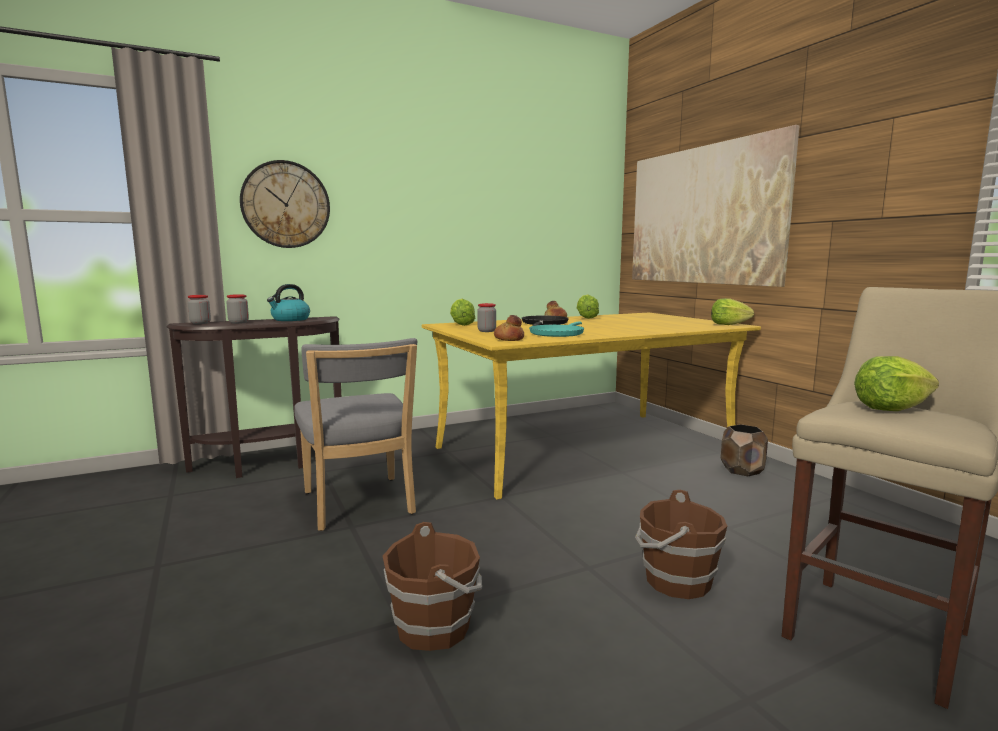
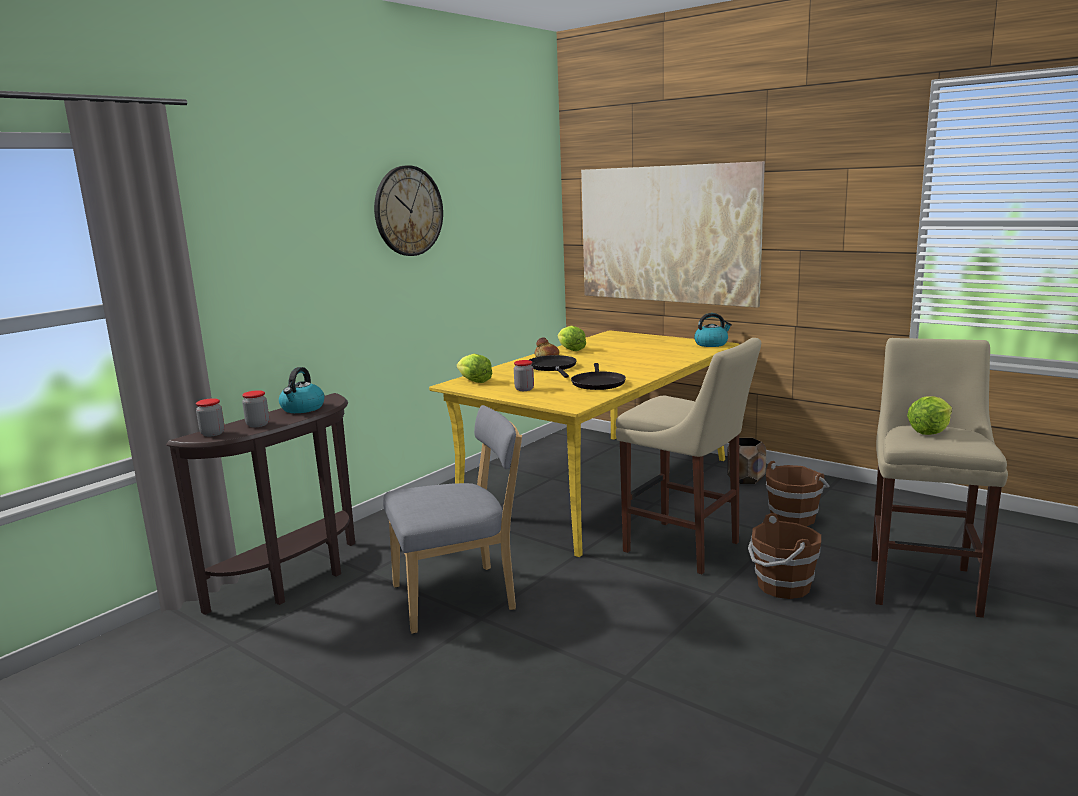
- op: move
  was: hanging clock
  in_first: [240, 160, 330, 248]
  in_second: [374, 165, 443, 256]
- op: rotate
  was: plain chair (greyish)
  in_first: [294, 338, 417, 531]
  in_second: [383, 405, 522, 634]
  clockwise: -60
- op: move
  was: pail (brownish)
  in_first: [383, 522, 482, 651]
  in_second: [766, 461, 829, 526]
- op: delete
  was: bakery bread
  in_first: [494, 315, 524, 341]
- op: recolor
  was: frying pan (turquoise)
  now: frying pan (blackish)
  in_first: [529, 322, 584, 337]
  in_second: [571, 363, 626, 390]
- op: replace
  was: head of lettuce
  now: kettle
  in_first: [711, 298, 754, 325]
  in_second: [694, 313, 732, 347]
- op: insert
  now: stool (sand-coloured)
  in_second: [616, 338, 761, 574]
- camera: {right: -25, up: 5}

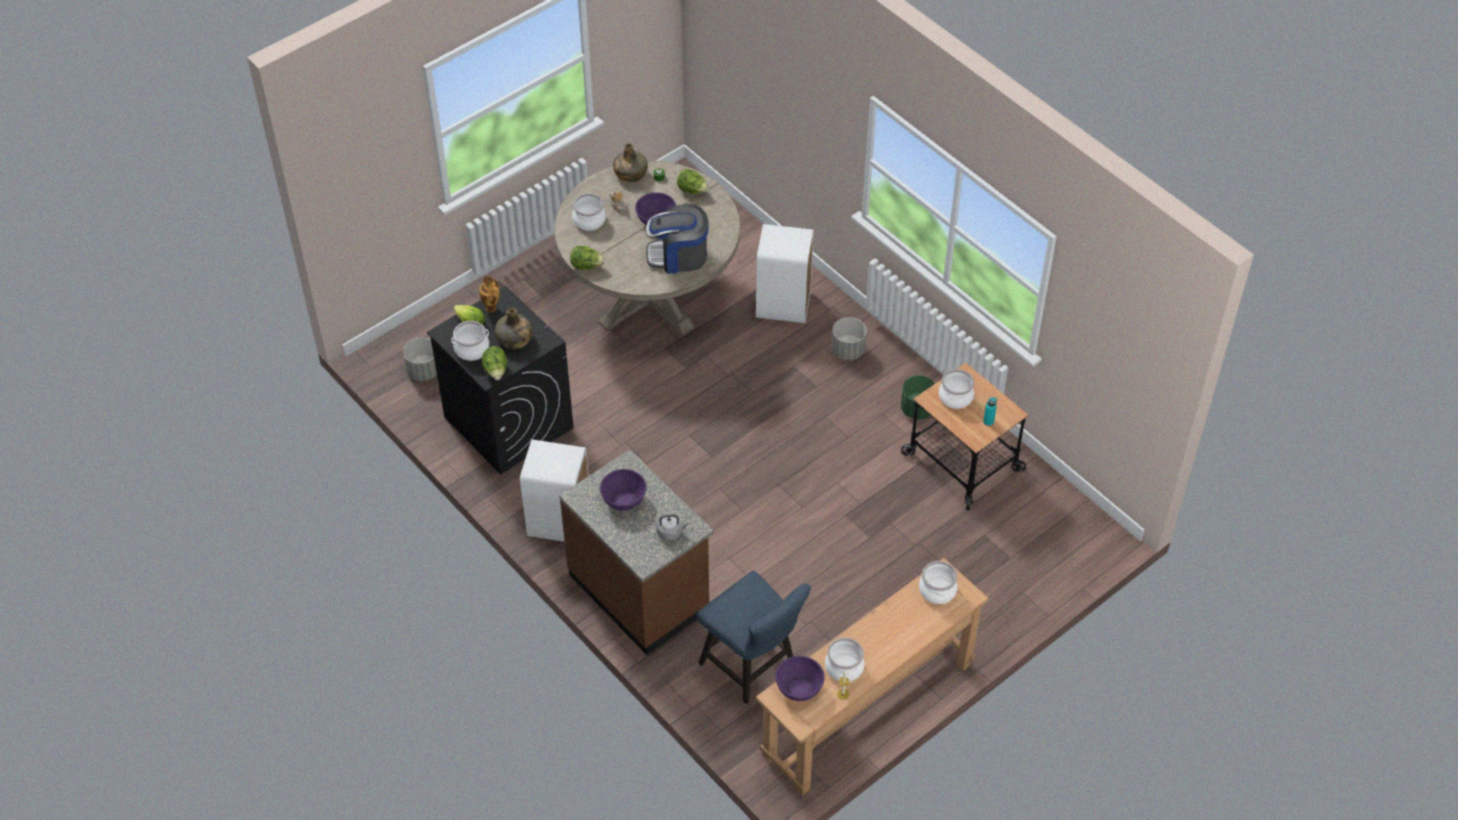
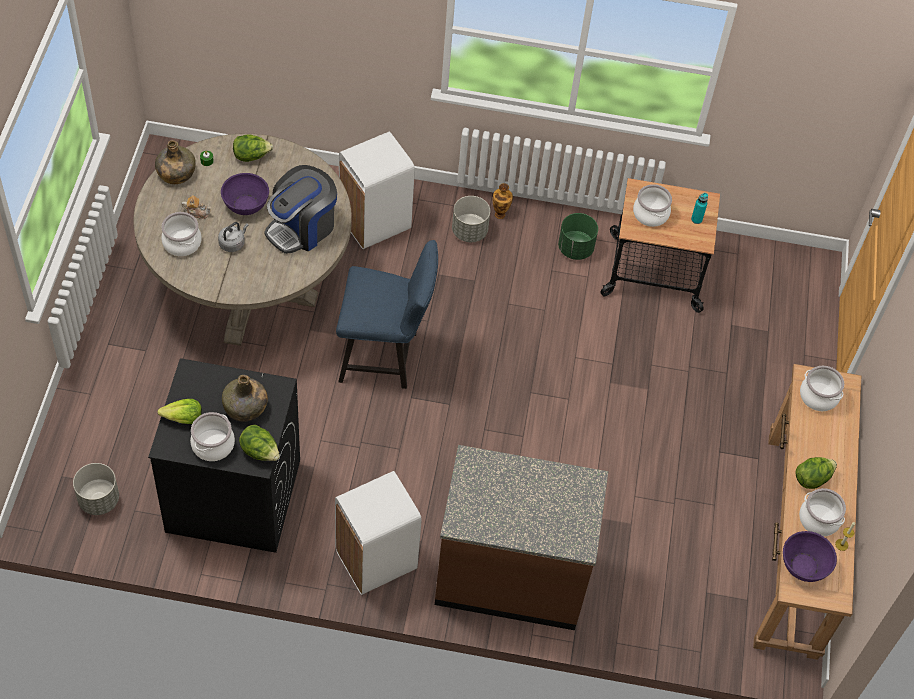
- op: move
  was: flower vase
  in_first: [479, 276, 500, 313]
  in_second: [493, 183, 513, 219]
- op: move
  was: head of lettuce
  in_first: [570, 246, 605, 270]
  in_second: [795, 457, 837, 489]
- op: delete
  was: serving bowl (purple-coloured)
  in_first: [600, 469, 647, 511]
- op: move
  was: kettle (greyish)
  in_first: [657, 515, 689, 541]
  in_second: [218, 222, 248, 252]
- op: move
  was: plain chair (blue-coloured)
  in_first: [696, 571, 811, 704]
  in_second: [336, 240, 438, 389]
- camera: {right: -45, up: 5}

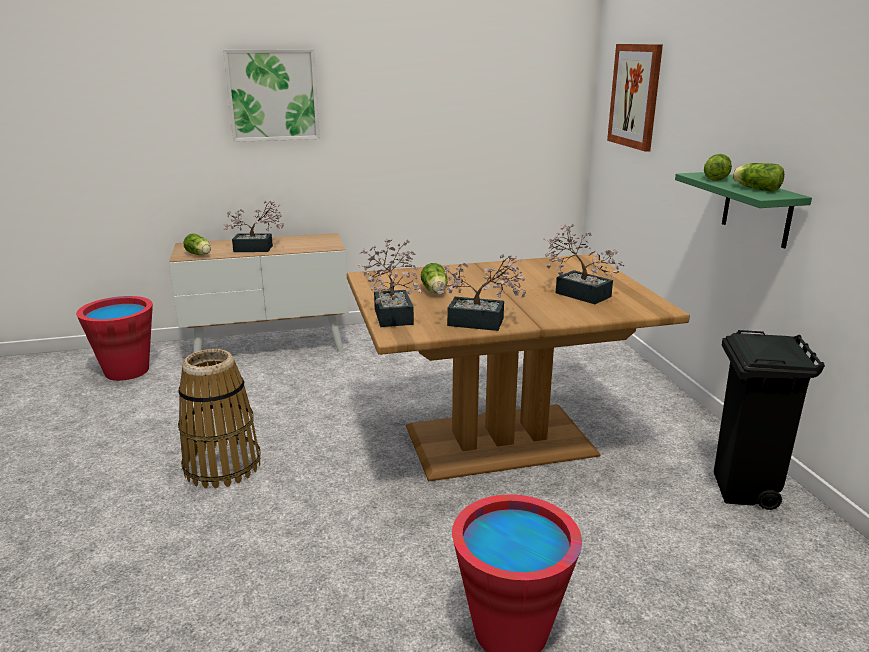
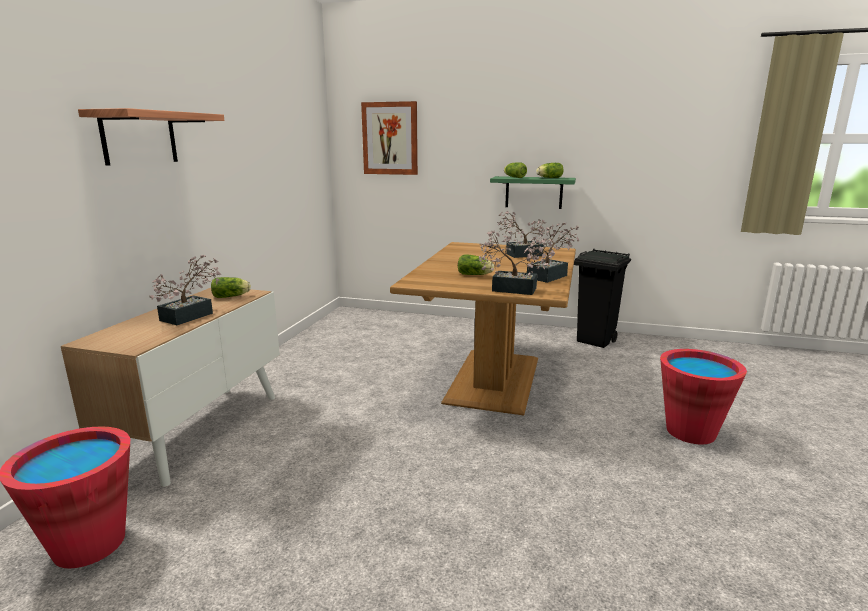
- op: delete
  was: basket
  in_first: [178, 349, 261, 488]
- op: move
  was: head of lettuce
  in_first: [183, 233, 211, 255]
  in_second: [211, 277, 251, 298]
- op: replace
  was: wall picture
  now: bracket shelf
  in_first: [223, 49, 320, 142]
  in_second: [78, 108, 224, 166]
- camera: {right: -60, up: -5}

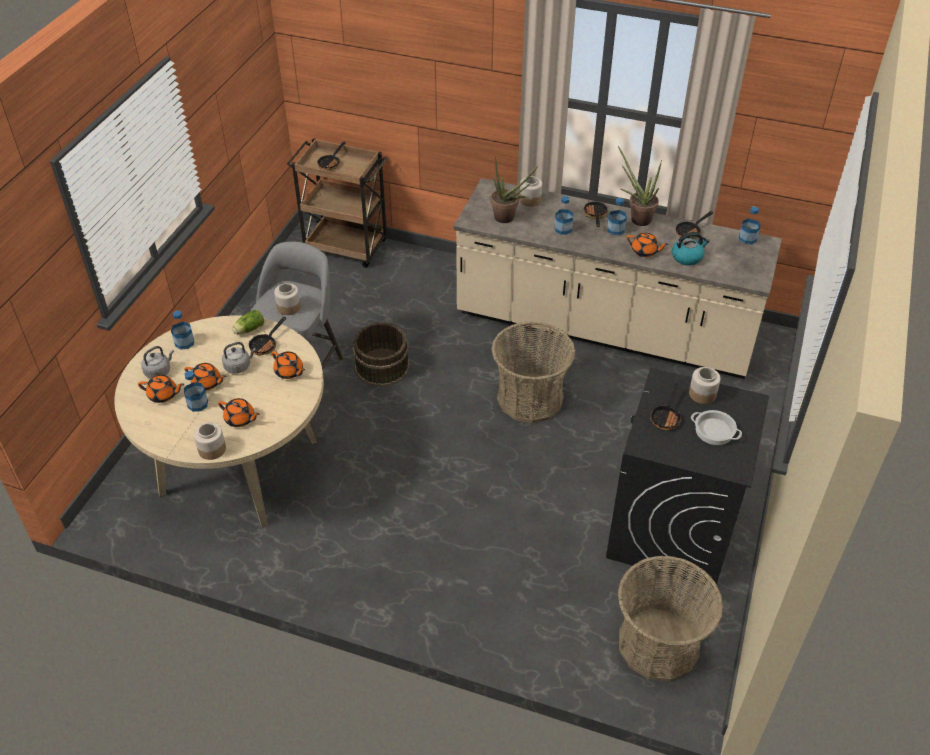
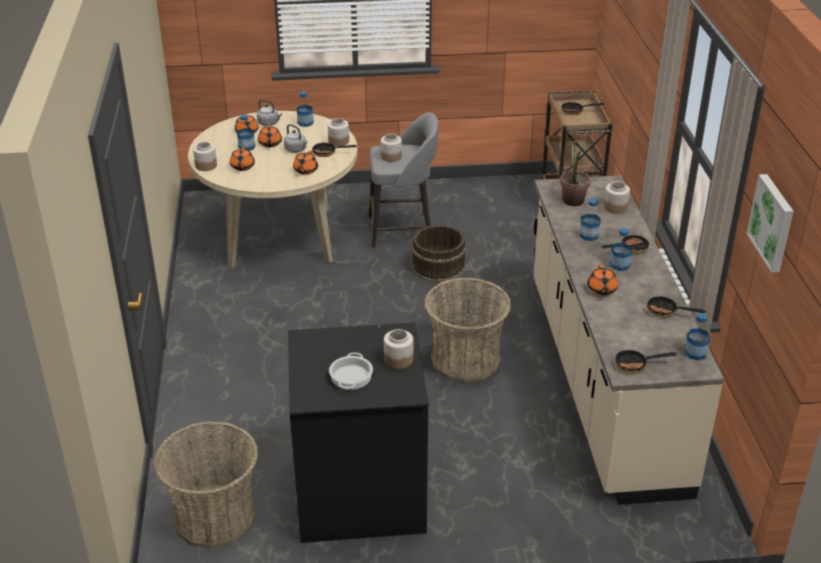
- op: replace
  was: head of lettuce
  now: preserve jar
  in_first: [232, 310, 264, 334]
  in_second: [328, 118, 349, 146]
- op: delete
  was: potted plant
  in_first: [618, 146, 662, 226]
- op: move
  was: frying pan
  in_first: [650, 383, 682, 431]
  in_second: [615, 350, 677, 373]
- op: delete
  was: kettle
  in_first: [672, 232, 710, 266]
- op: insert
  now: wall picture
  in_second: [747, 174, 794, 273]
- camera: {right: 65, up: -10}

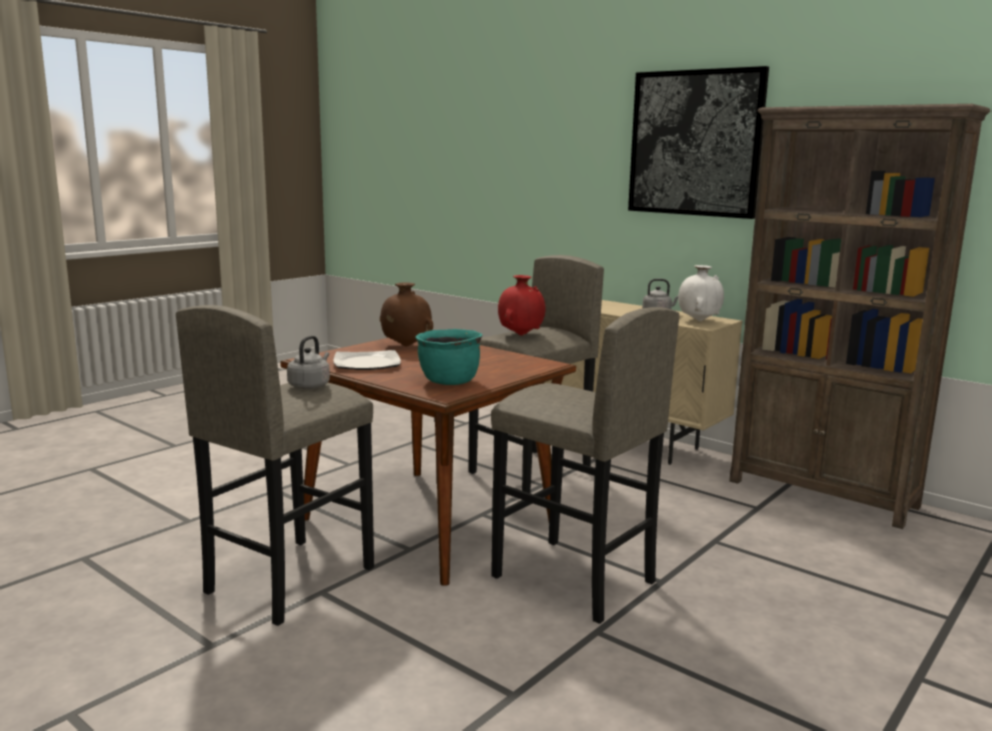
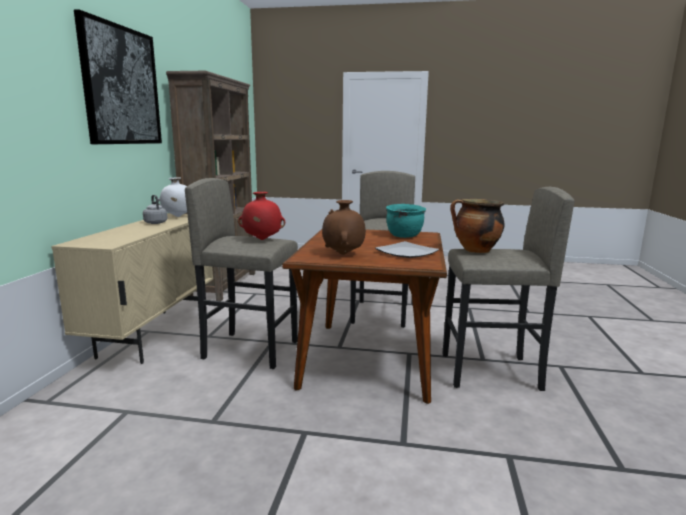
- op: replace
  was: kettle (greyish)
  now: cooking pot
  in_first: [287, 336, 330, 389]
  in_second: [450, 199, 505, 253]
- camera: {right: -120, up: 0}

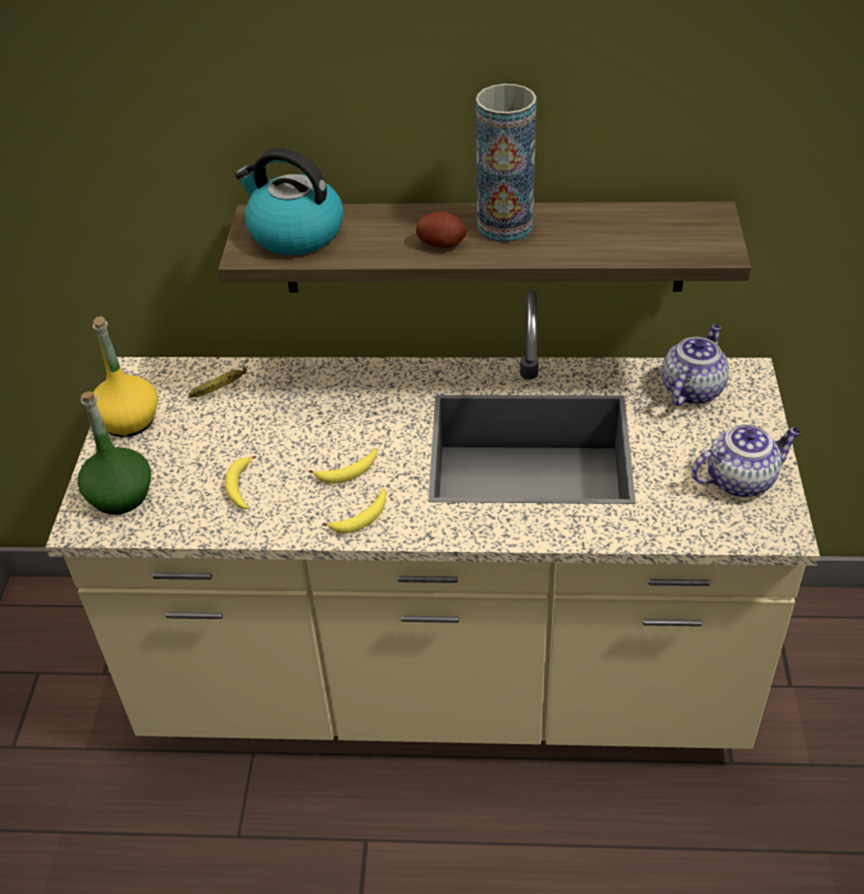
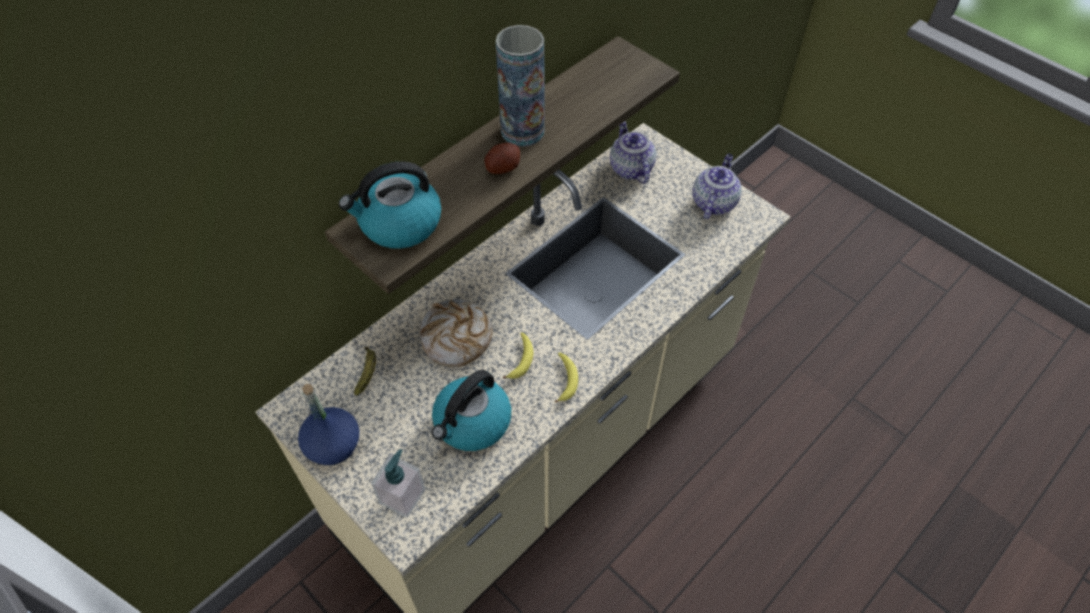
- op: replace
  was: bottle (greenish)
  now: soap dispenser
  in_first: [78, 391, 151, 515]
  in_second: [371, 449, 425, 518]
- op: recolor
  was: bottle (yellow)
  now: bottle (blue-coloured)
  in_first: [92, 316, 158, 437]
  in_second: [298, 384, 360, 465]
- op: replace
  was: whole banana
  now: kettle
  in_first: [225, 456, 256, 509]
  in_second: [432, 370, 511, 451]
- op: insert
  now: bakery bread
  in_second: [420, 299, 493, 367]
- camera: {right: -50, up: 10}

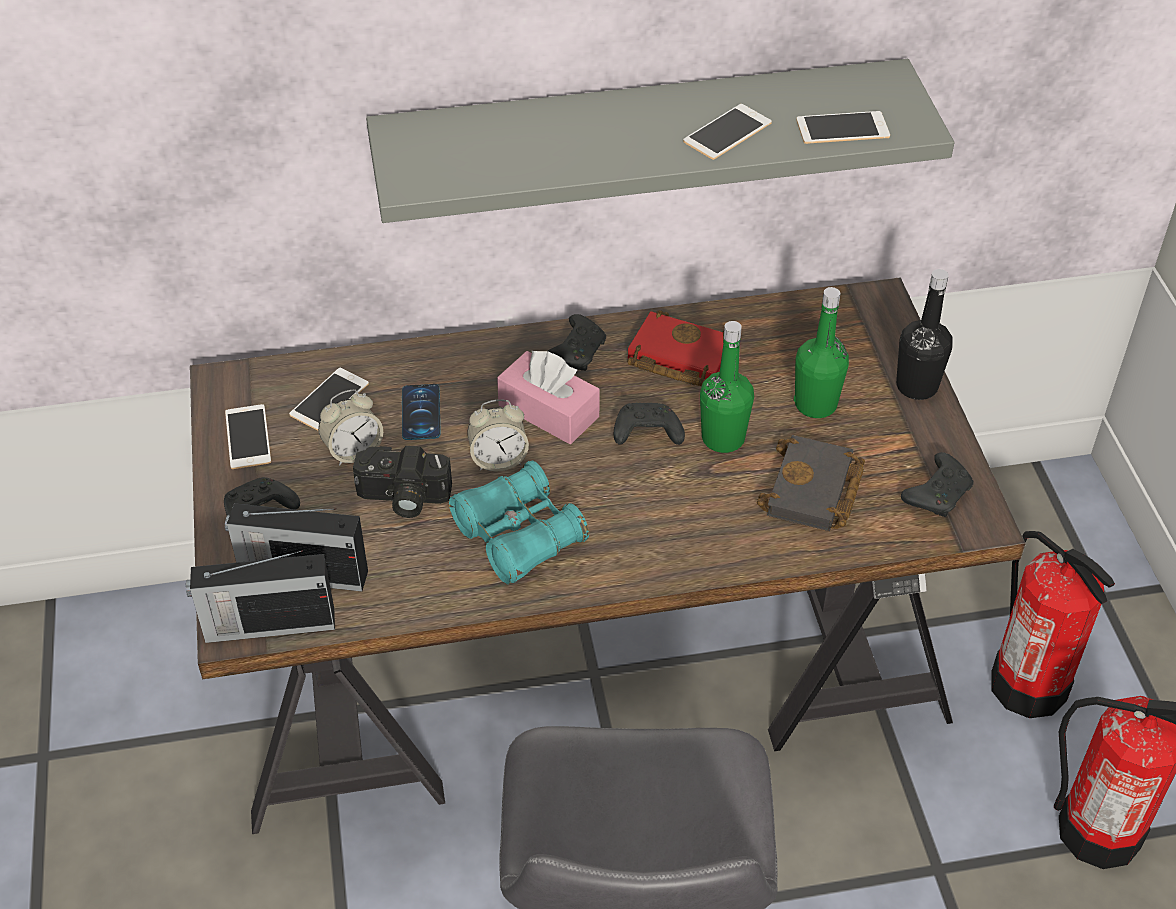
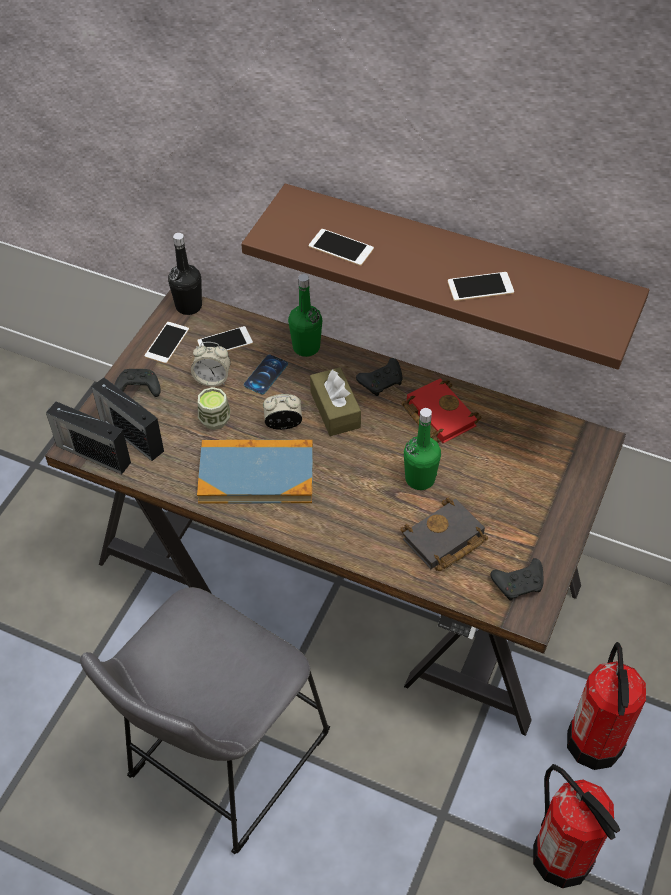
- op: replace
  was: still camera
  now: small cup
  in_first: [353, 446, 452, 518]
  in_second: [198, 387, 230, 430]
- op: recolor
  was: bracket shelf (greyish)
  now: bracket shelf (brownish)
  in_first: [366, 59, 954, 223]
  in_second: [241, 184, 649, 370]
- op: replace
  was: pair of binoculars (turquoise)
  now: bound book
  in_first: [449, 461, 589, 584]
  in_second: [197, 440, 313, 504]
- op: rotate
  was: table clock
  in_first: [467, 399, 529, 472]
  in_second: [263, 394, 302, 430]
  clockwise: 150
- op: recolor
  was: tissue box (pink)
  now: tissue box (brownish)
  in_first: [497, 350, 600, 444]
  in_second: [310, 367, 361, 436]
- op: delete
  was: game controller (blackish)
  in_first: [614, 403, 685, 445]
- op: move
  was: bottle (greenish)
  in_first: [794, 287, 849, 418]
  in_second: [288, 274, 322, 357]
- op: move
  was: handset
  in_first: [796, 111, 890, 144]
  in_second: [309, 229, 374, 266]
- op: move
  was: bottle (blackish)
  in_first: [896, 269, 953, 400]
  in_second: [168, 233, 202, 315]
- camera: {right: 35, up: 5}

